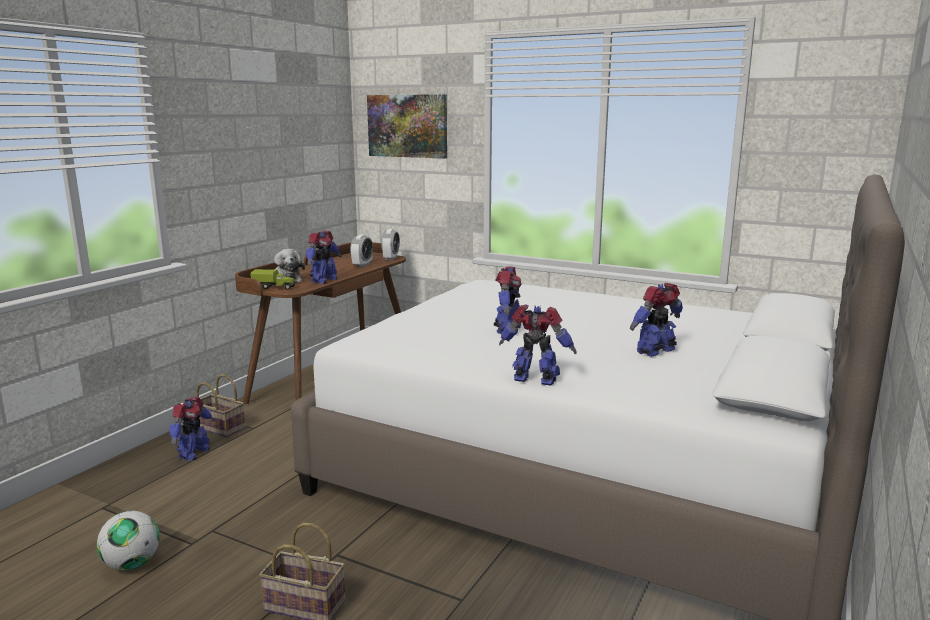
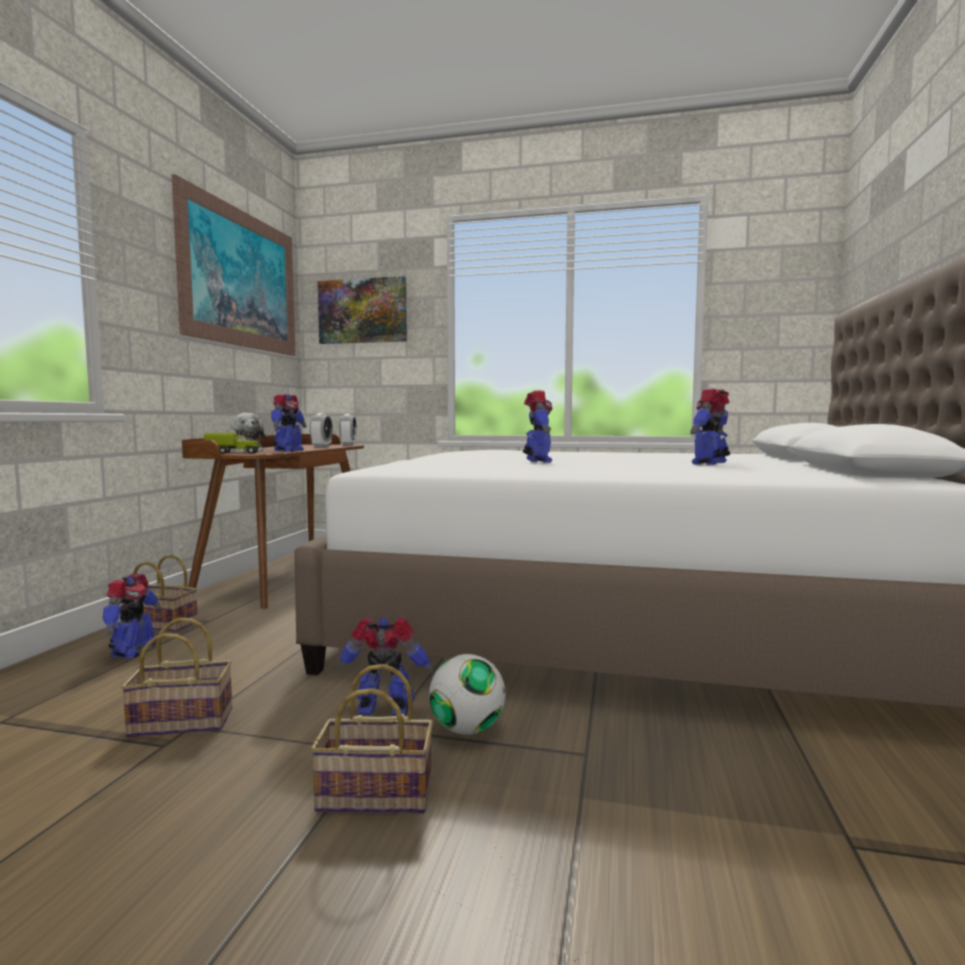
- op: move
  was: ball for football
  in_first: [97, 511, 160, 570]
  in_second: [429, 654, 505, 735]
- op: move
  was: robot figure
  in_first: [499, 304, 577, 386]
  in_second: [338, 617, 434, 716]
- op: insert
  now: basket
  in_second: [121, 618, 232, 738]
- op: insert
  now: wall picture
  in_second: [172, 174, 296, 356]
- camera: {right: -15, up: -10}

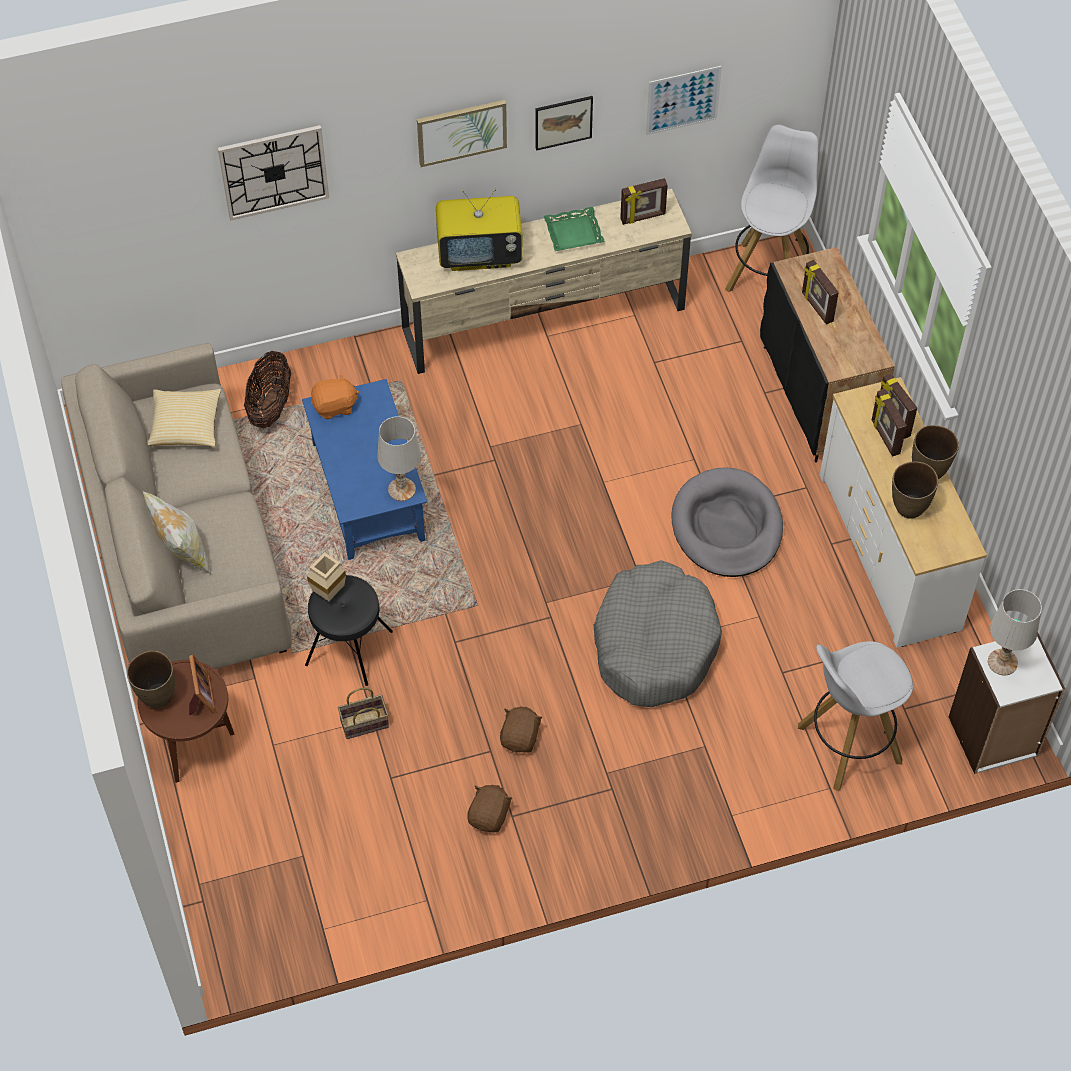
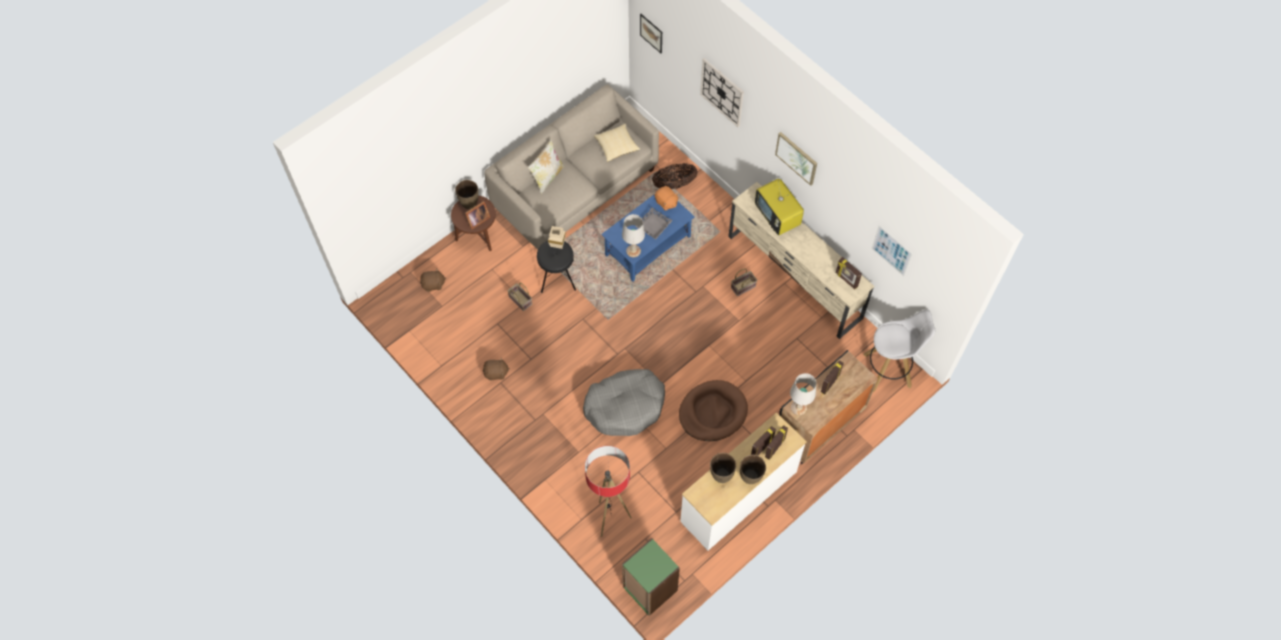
- op: move
  was: cuddly toy (brownish)
  in_first: [500, 707, 543, 753]
  in_second: [420, 269, 446, 292]
- op: move
  was: wall picture
  in_first: [536, 96, 593, 151]
  in_second: [640, 14, 662, 53]
- op: delete
  was: serving tray (greenish)
  in_first: [544, 207, 605, 251]
- op: recolor
  was: pet bed (greyish)
  now: pet bed (brownish)
  in_first: [671, 467, 783, 577]
  in_second: [679, 380, 748, 441]
- op: replace
  was: stool (white)
  now: standard lamp
  in_first: [798, 641, 913, 792]
  in_second: [585, 446, 631, 537]
- op: recolor
  was: shelving unit (white)
  now: shelving unit (greenish)
  in_first: [949, 633, 1065, 774]
  in_second: [622, 538, 680, 616]
- op: move
  was: table lamp (white)
  in_first: [988, 589, 1042, 675]
  in_second: [790, 373, 816, 415]
- op: insert
  now: serving tray (greyish)
  in_second: [635, 208, 673, 239]
- op: insert
  now: basket
  in_second: [731, 268, 757, 296]
- camera: {right: 65, up: 5}

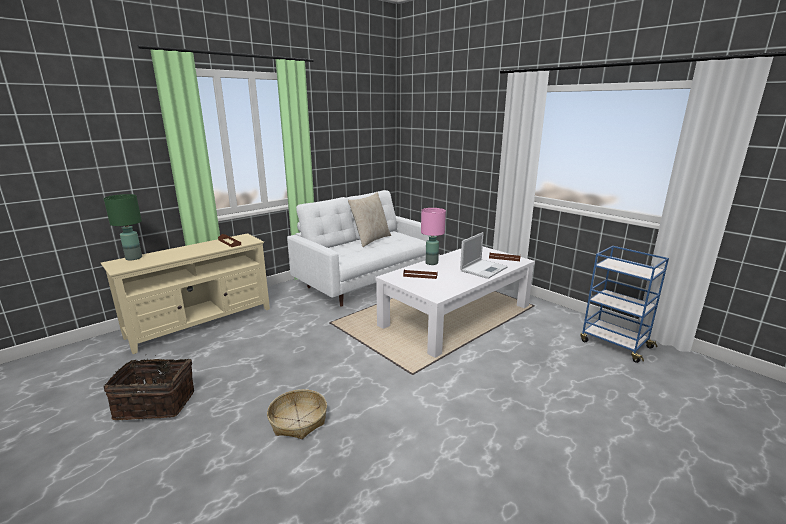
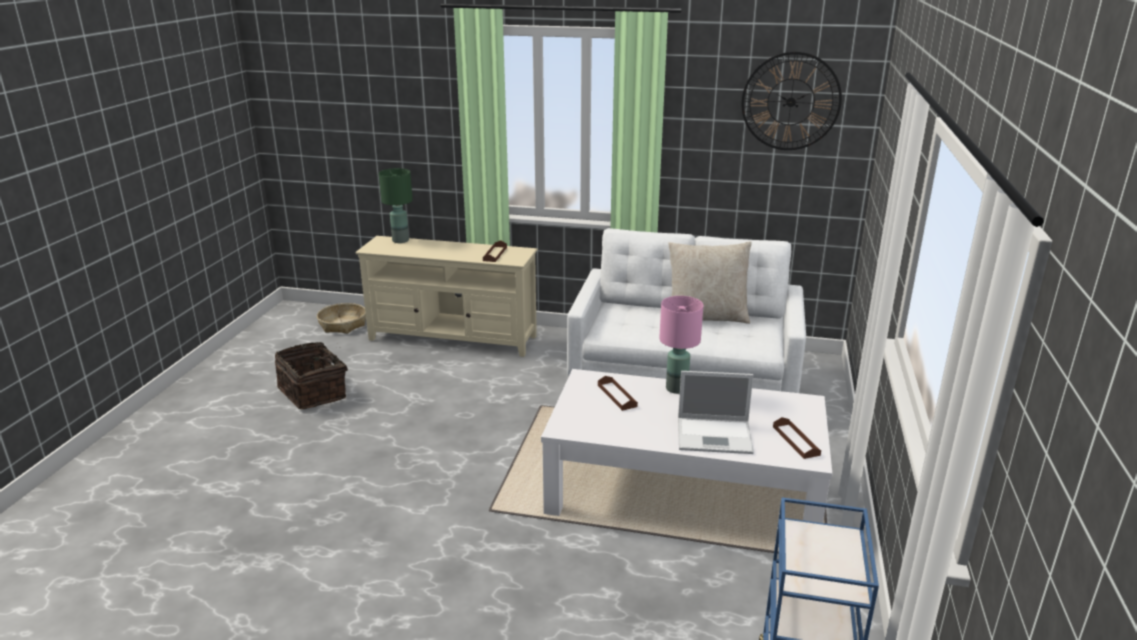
- op: move
  was: basket
  in_first: [267, 389, 327, 439]
  in_second: [317, 303, 366, 334]
- op: insert
  now: hanging clock
  in_second: [742, 52, 842, 150]
- camera: {right: 55, up: 5}

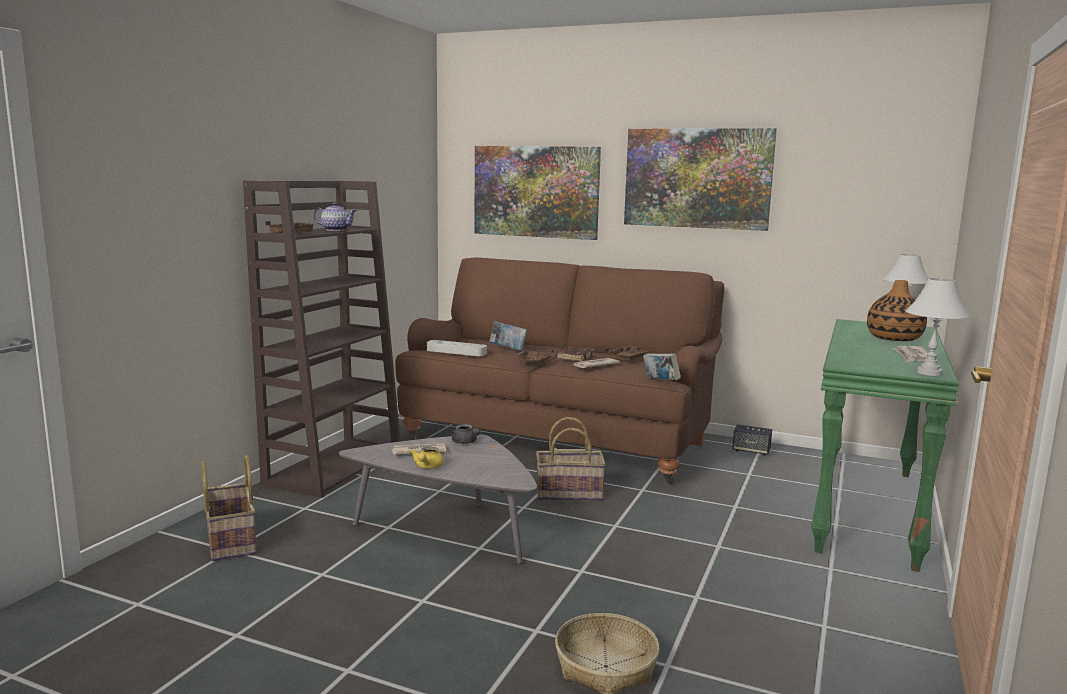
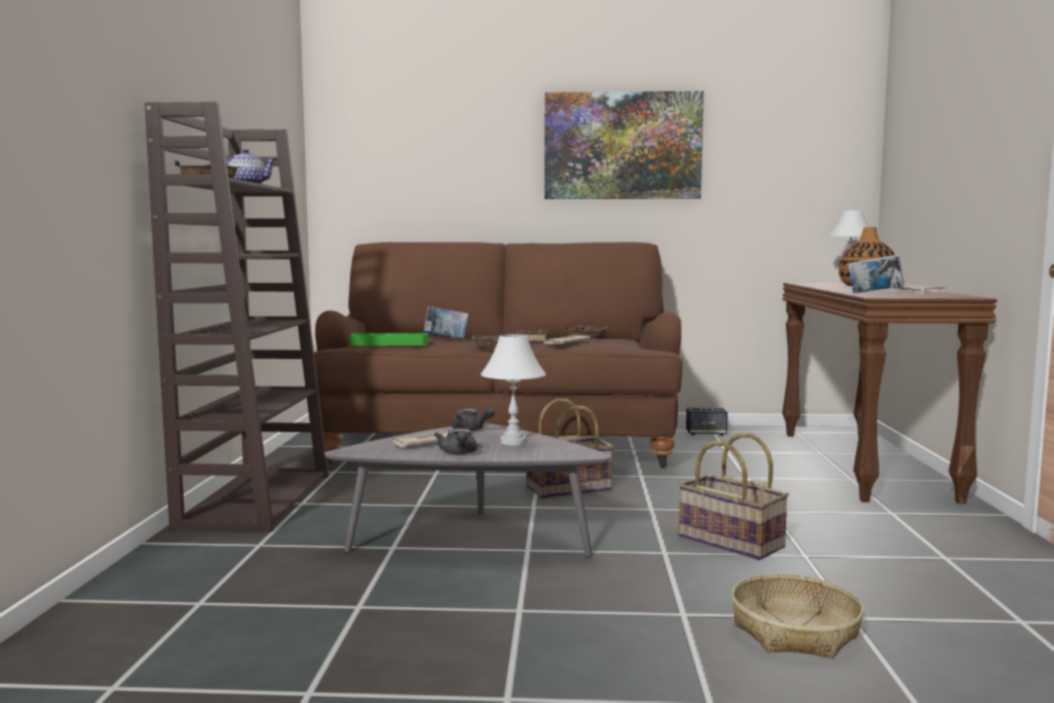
- op: move
  was: basket
  in_first: [201, 455, 257, 561]
  in_second: [678, 433, 789, 560]
- op: recolor
  was: pot for tea (yellow)
  now: pot for tea (greyish)
  in_first: [410, 447, 444, 469]
  in_second: [434, 429, 477, 455]
- op: recolor
  was: serving tray (greyish)
  now: serving tray (greenish)
  in_first: [427, 340, 487, 356]
  in_second: [350, 333, 428, 345]
- op: delete
  was: wall picture
  in_first: [474, 146, 601, 240]
- op: move
  was: bound book
  in_first: [643, 354, 681, 380]
  in_second: [848, 255, 904, 293]
- op: recolor
  was: hall table (greenish)
  now: hall table (brownish)
  in_first: [811, 319, 959, 572]
  in_second: [782, 283, 997, 504]
- op: move
  was: table lamp (white)
  in_first: [906, 278, 970, 376]
  in_second: [481, 334, 546, 445]
- camera: {right: -20, up: -5}

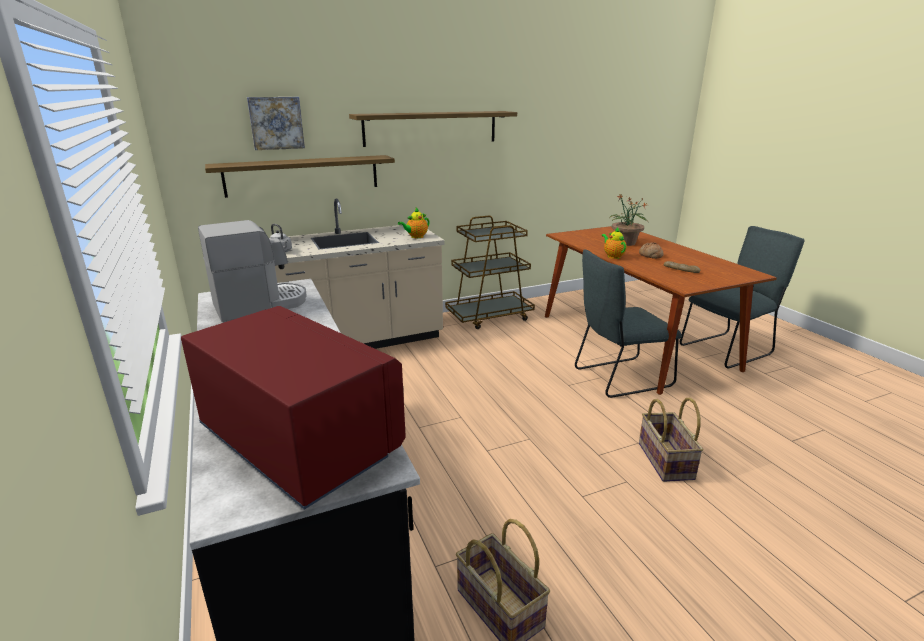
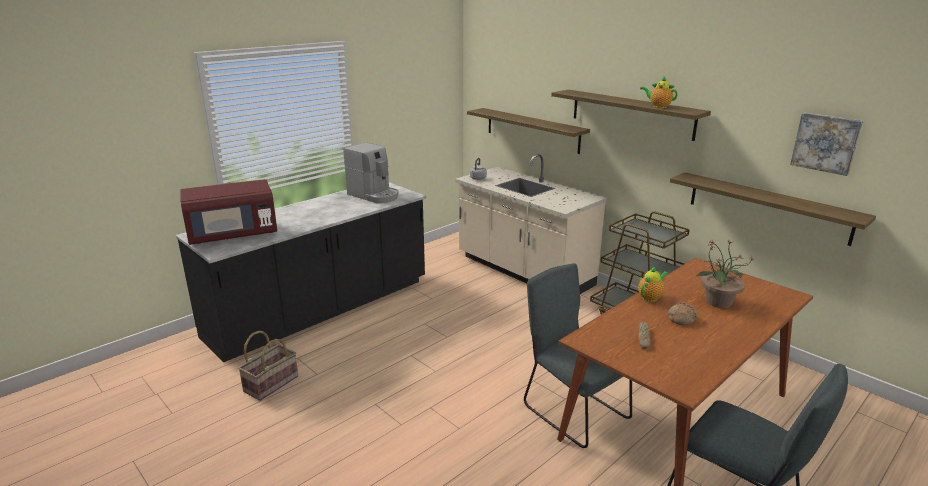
- op: rotate
  was: kitchen microwave (reddish)
  in_first: [181, 306, 406, 510]
  in_second: [180, 179, 277, 245]
  clockwise: 45
- op: move
  was: wall picture
  in_first: [247, 97, 305, 150]
  in_second: [790, 113, 863, 176]
- op: move
  was: pot for tea
  in_first: [398, 208, 430, 238]
  in_second: [640, 77, 678, 108]
- op: delete
  was: basket
  in_first: [639, 398, 704, 482]
- op: insert
  now: bracket shelf
  in_second: [670, 172, 876, 246]
- camera: {right: 70, up: 0}

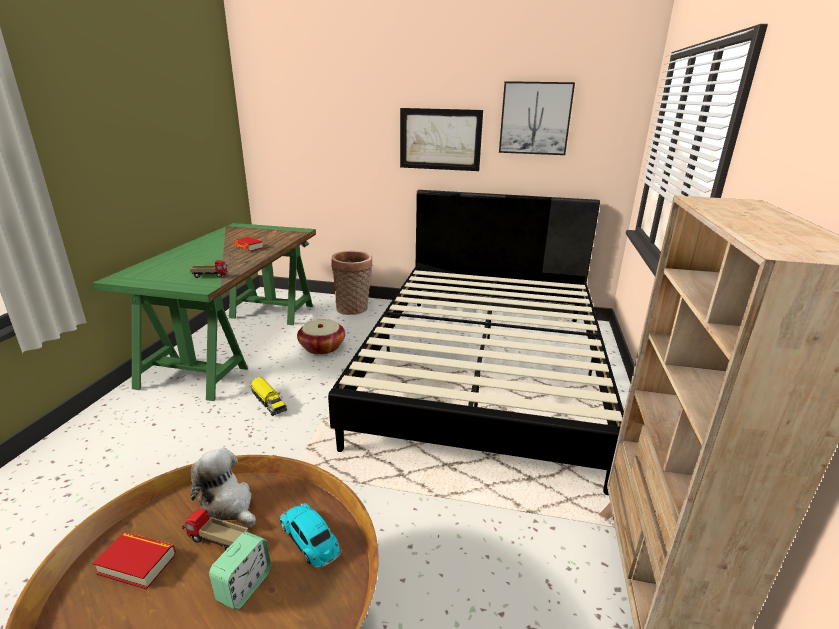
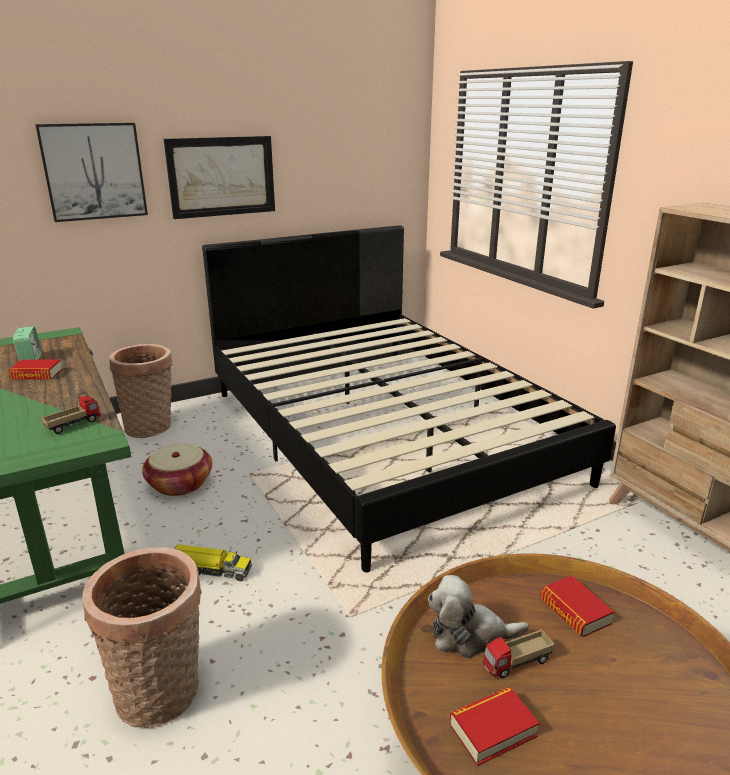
- op: move
  was: table clock
  in_first: [209, 532, 271, 610]
  in_second: [13, 326, 41, 361]
- op: replace
  was: toy car
  now: bound book
  in_first: [279, 503, 342, 568]
  in_second: [540, 575, 614, 637]
- op: move
  was: wall picture
  in_first: [499, 81, 575, 155]
  in_second: [35, 123, 148, 222]
- op: insert
  now: basket
  in_second: [82, 547, 202, 728]
- camera: {right: -40, up: 0}

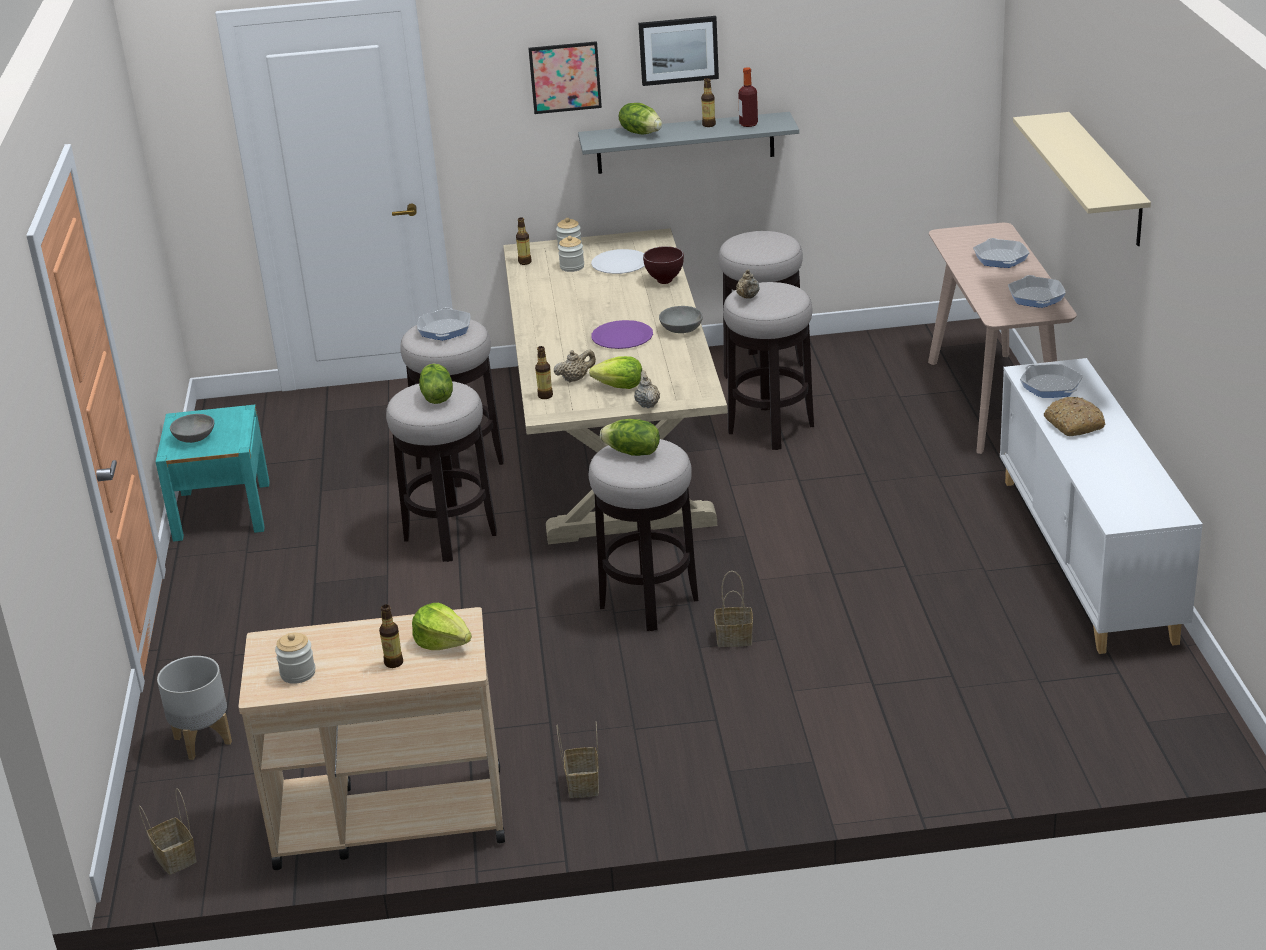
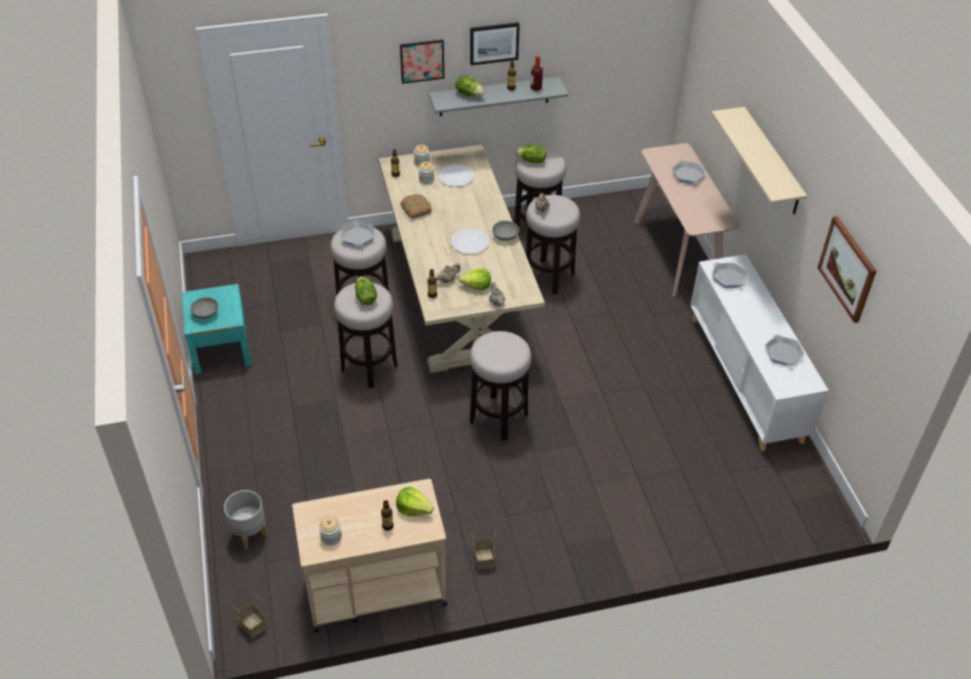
- op: recolor
  was: dinner plate (purple-coloured)
  now: dinner plate (white)
  in_first: [591, 320, 653, 349]
  in_second: [451, 229, 489, 254]
- op: move
  was: head of lettuce
  in_first: [600, 419, 660, 456]
  in_second: [515, 144, 546, 163]
- op: delete
  was: serving bowl (brownish)
  in_first: [643, 246, 684, 284]
- op: delete
  was: basket
  in_first: [714, 571, 753, 647]
- op: move
  was: frying pan
  in_first: [1008, 275, 1066, 308]
  in_second: [765, 335, 804, 366]
- op: move
  was: bakery bread
  in_first: [1044, 397, 1106, 436]
  in_second: [400, 194, 432, 218]
- op: insert
  now: wall picture
  in_second: [817, 216, 877, 323]
- camera: {right: -10, up: 15}

